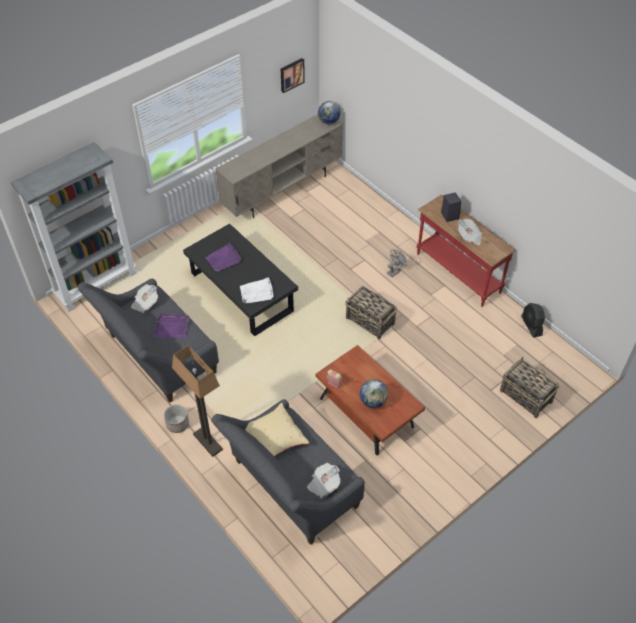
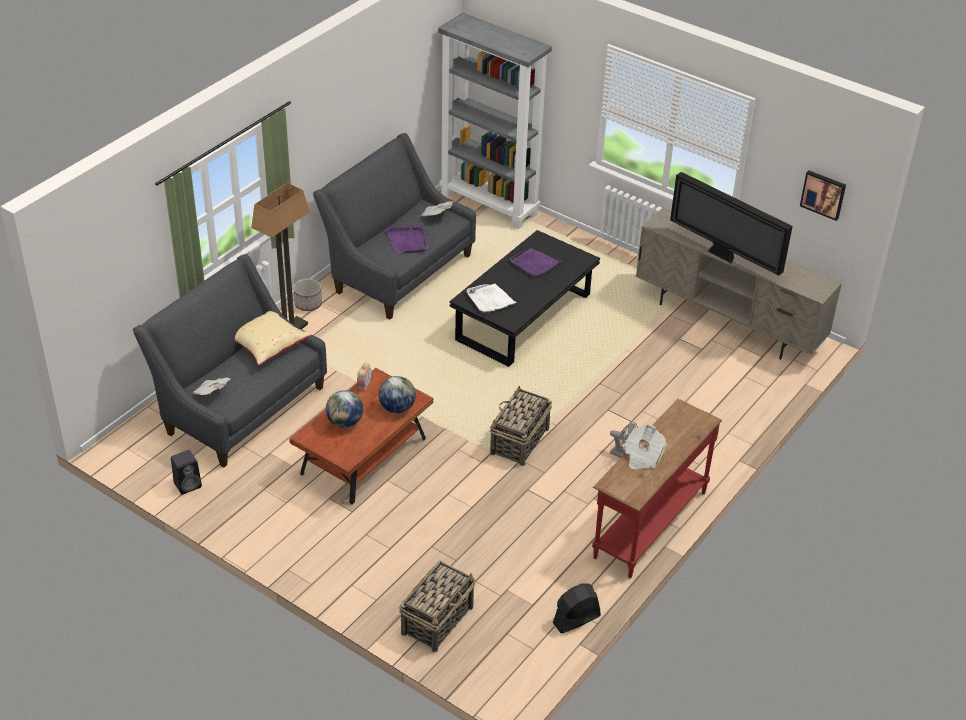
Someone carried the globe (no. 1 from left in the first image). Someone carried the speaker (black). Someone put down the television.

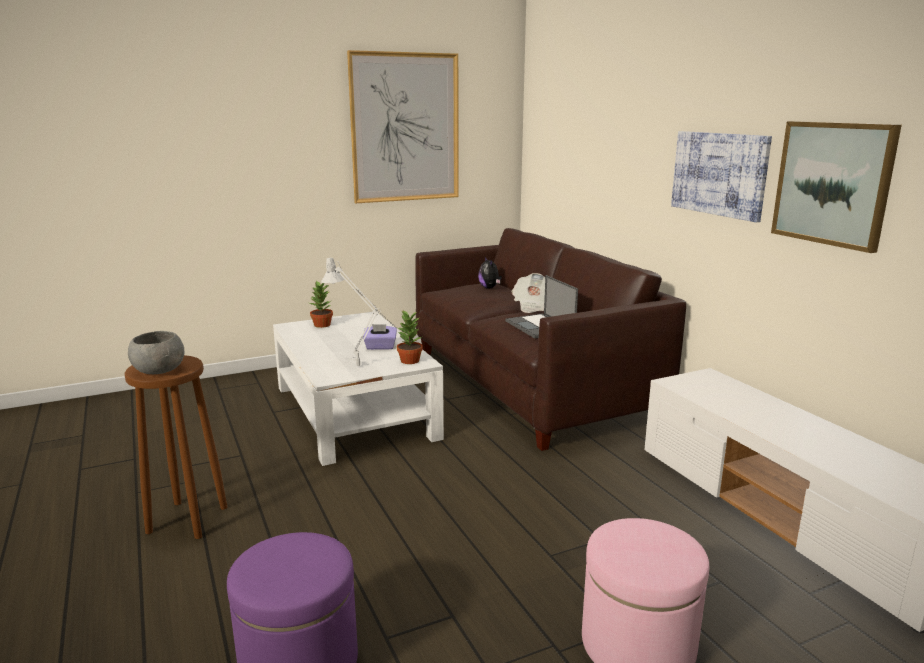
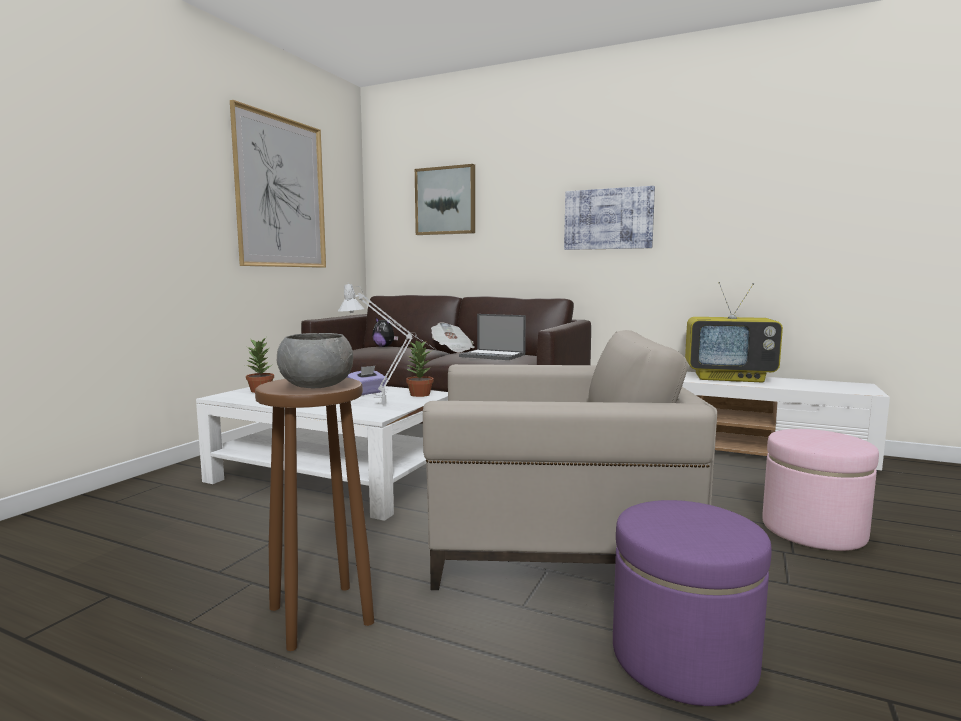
Someone carried the picture (no. 3 from left in the first image). Someone put down the television. Someone put down the armchair (beige).

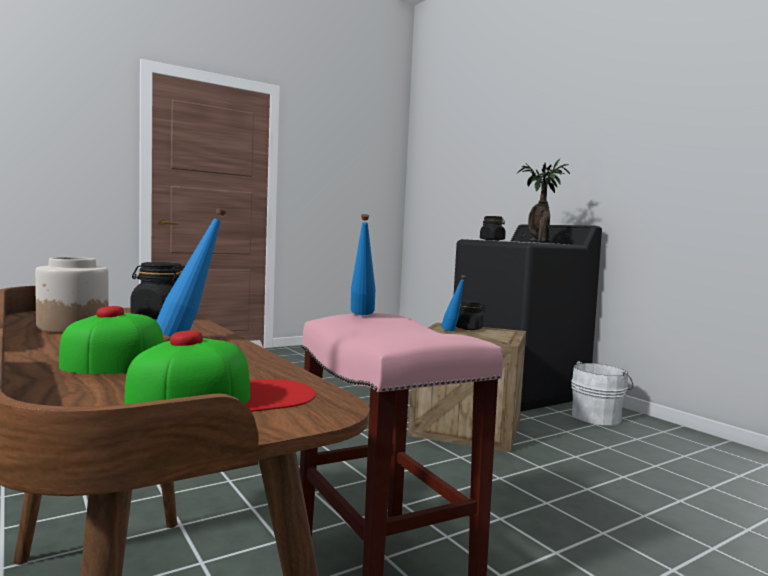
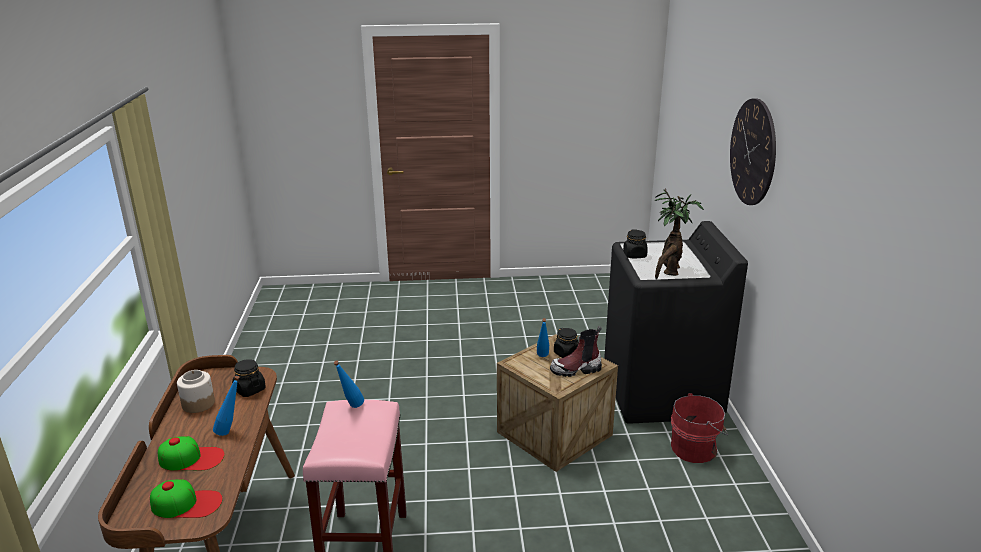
Someone repainted the bucket (white), which became the bucket (red). Someone put up the wall clock. Someone put down the boot.

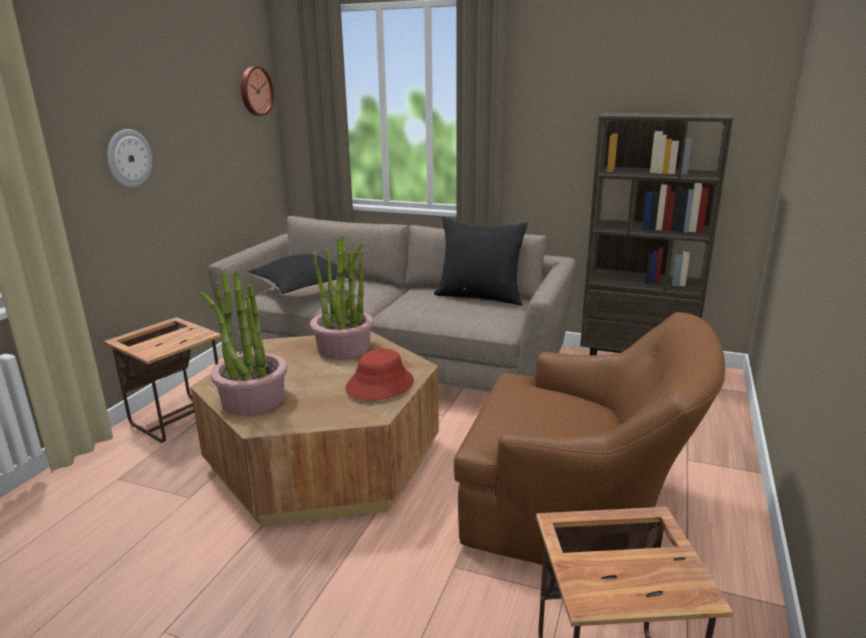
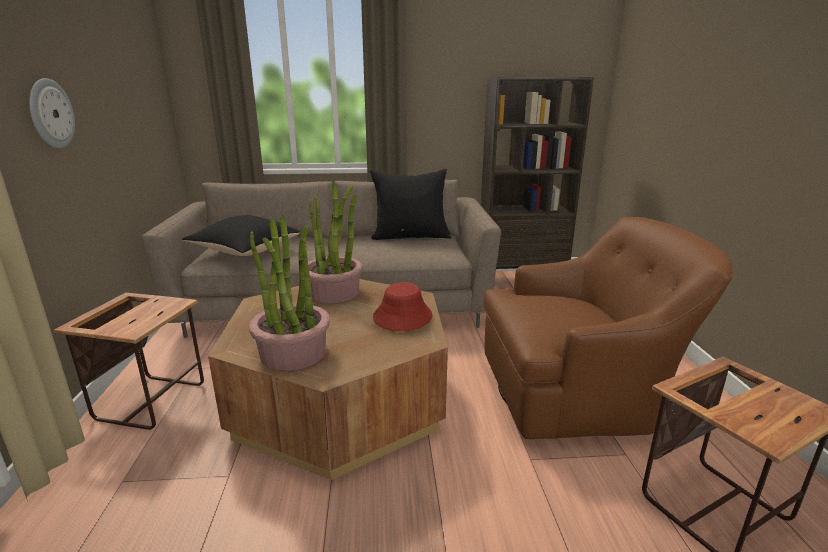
Someone took away the wall clock (no. 2 from left).

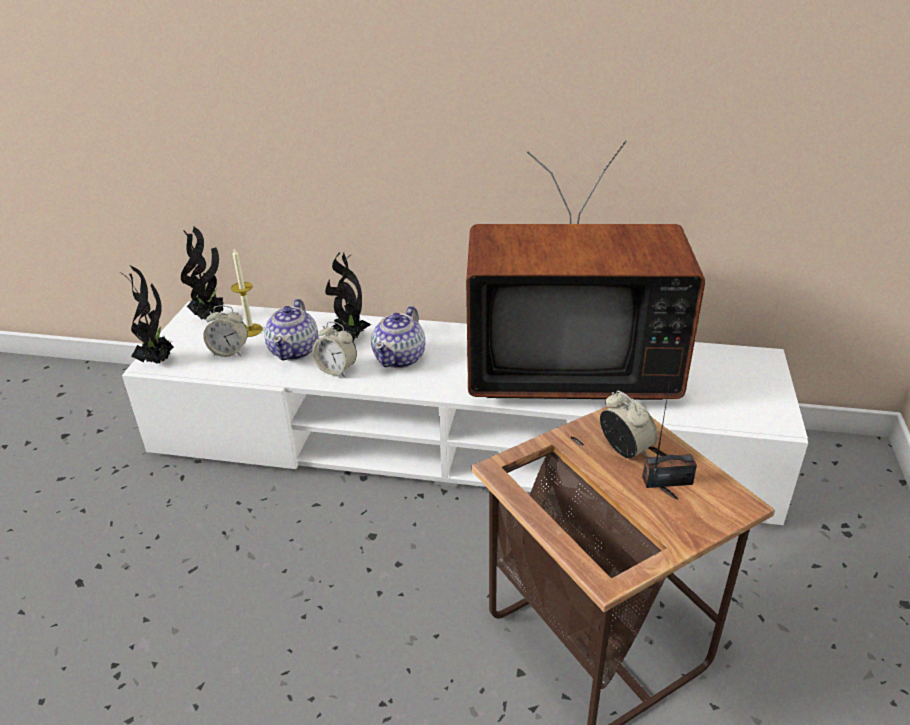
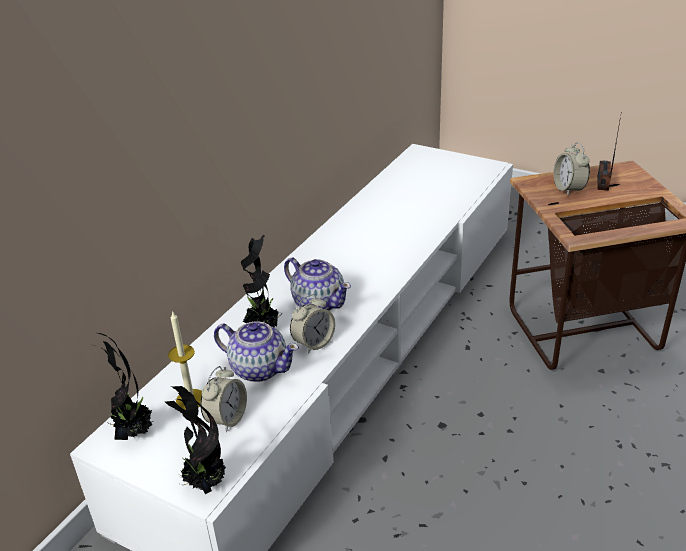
Someone took away the television. Someone rotated the alarm clock (no. 3 from left) by 90 degrees counterclockwise.

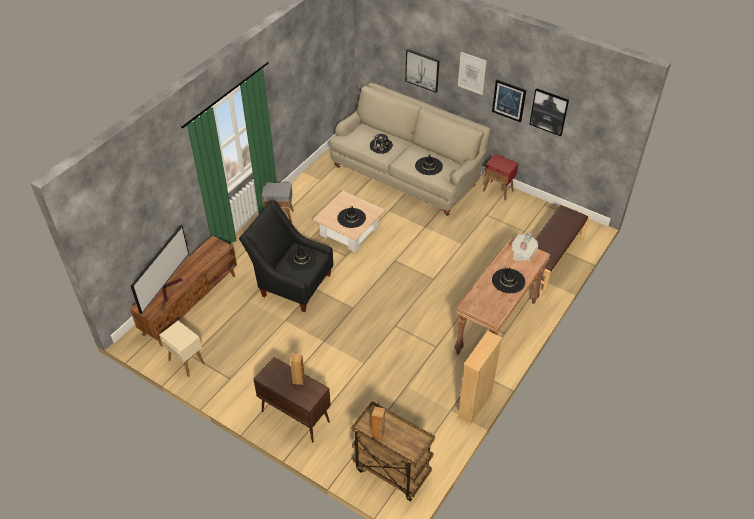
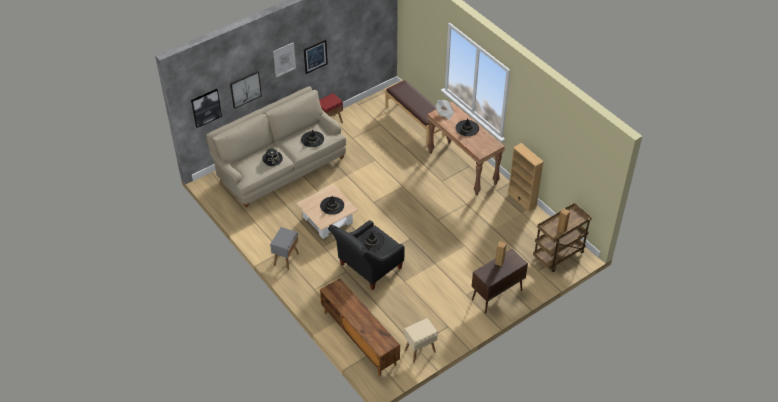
Someone carried the picture (no. 4 from left in the first image). Someone took away the television.

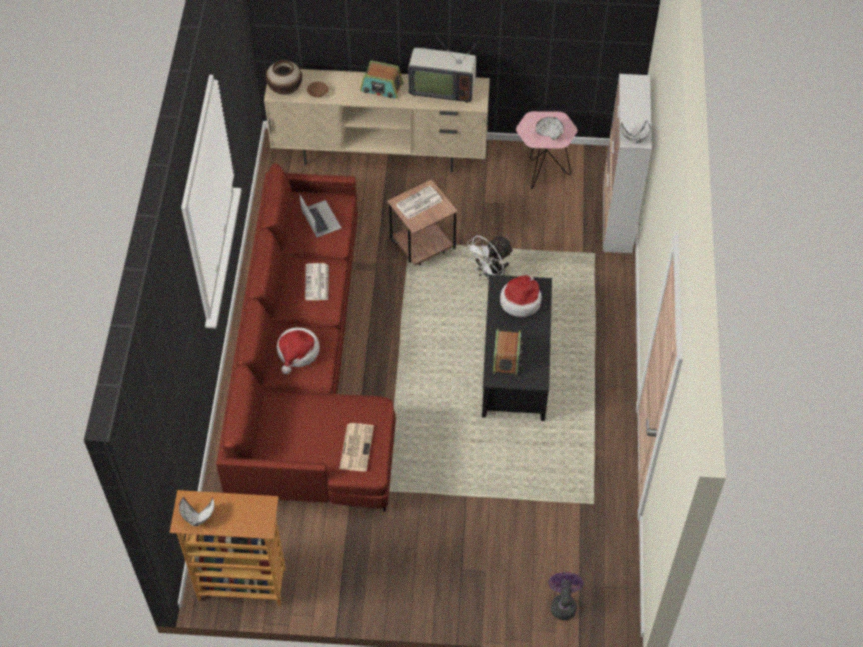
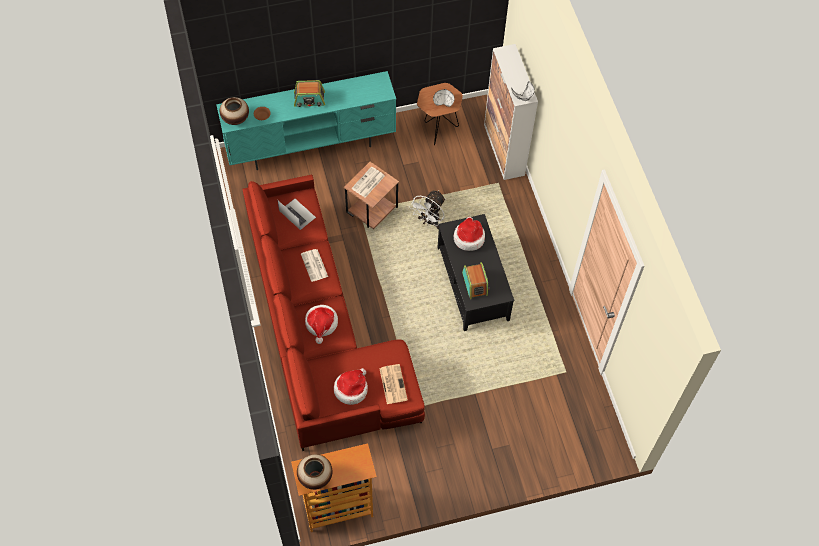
Someone took away the television. Someone repainted the tv stand (beige), which became the tv stand (turquoise). Someone repainted the side table (pink), which became the side table (brown) (no. 2 from left). Someone swapped the bowl (white) (no. 1 from left) for the vase (no. 2 from left). Someone took away the fan (purple). Someone put down the hat (no. 2 from left).

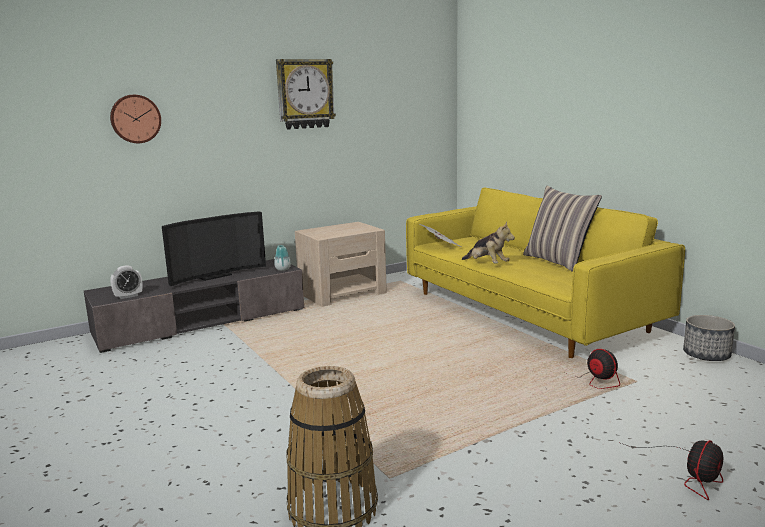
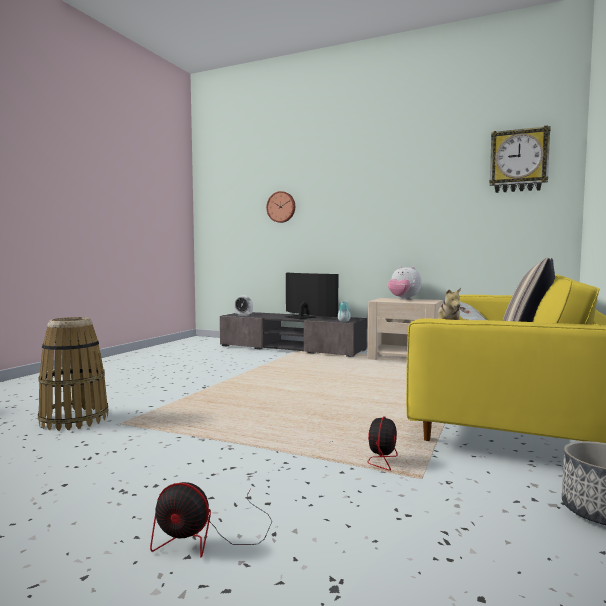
Someone carried the wall clock (no. 2 from left). Someone rotated the television by 150 degrees counterclockwise. Someone put down the plush toy (no. 1 from left).

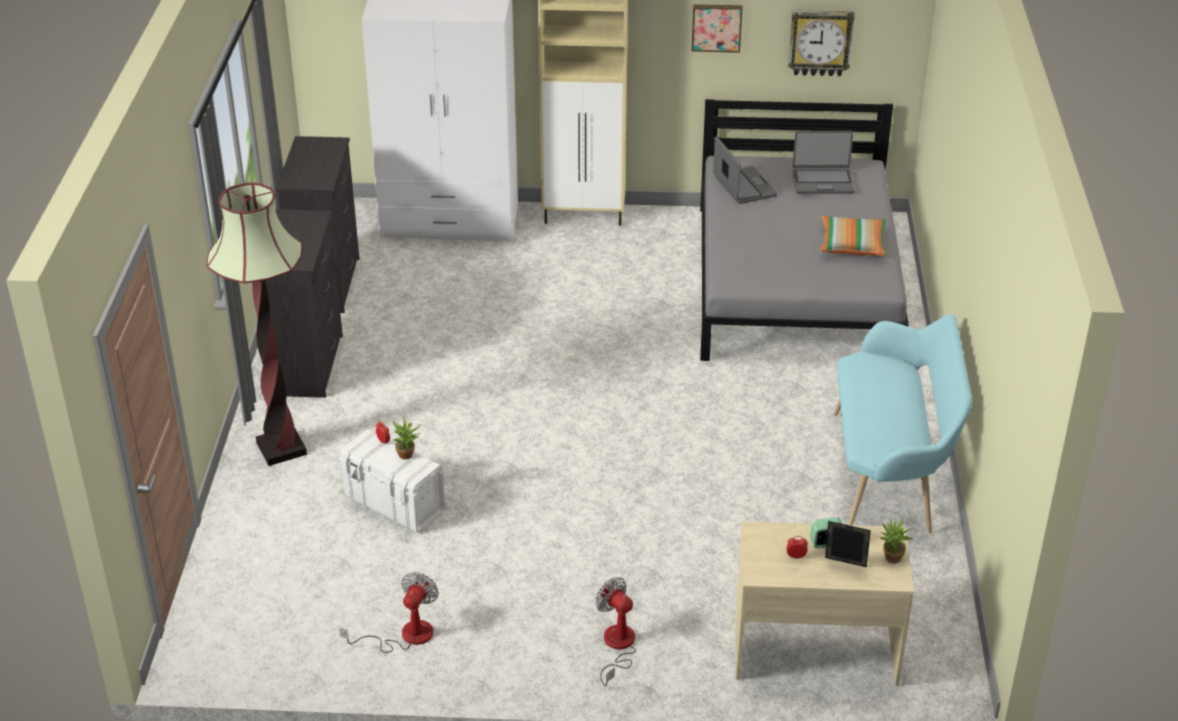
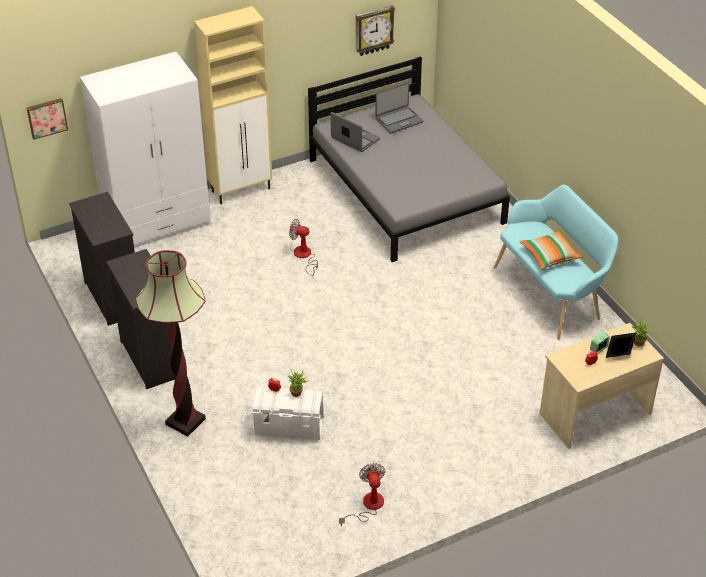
Someone carried the picture. Someone carried the pillow. Someone carried the fan (no. 2 from left in the first image).

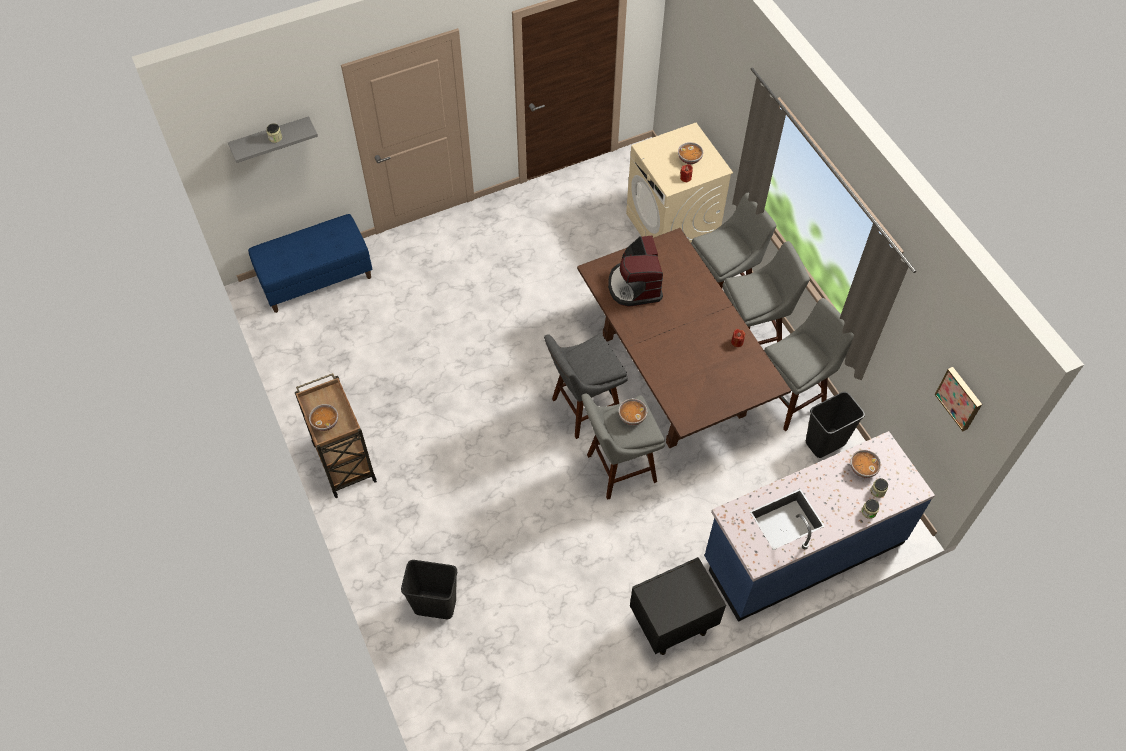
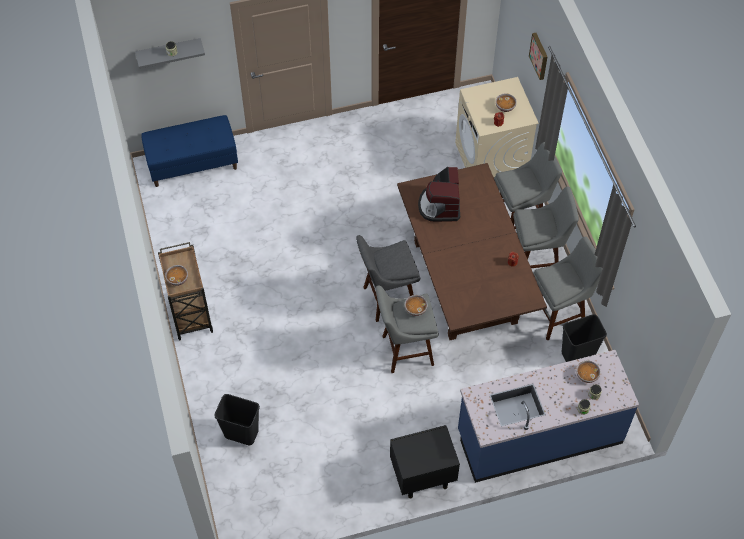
Someone carried the picture.

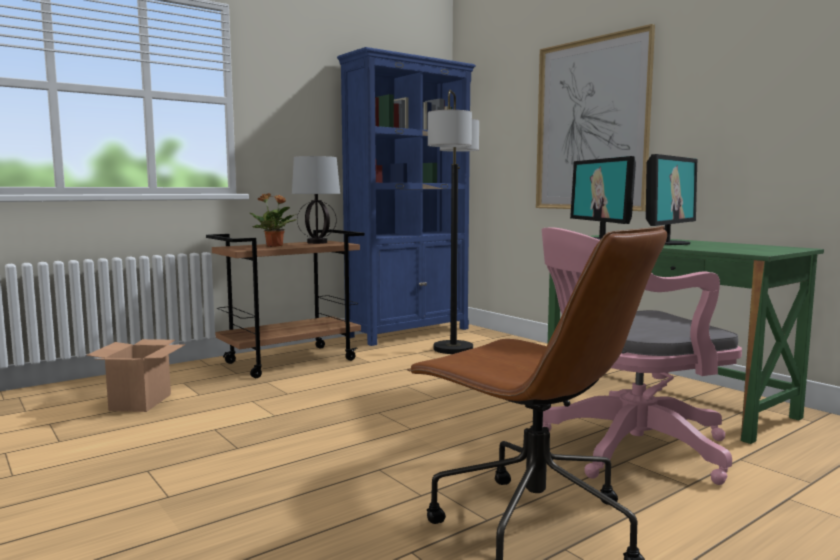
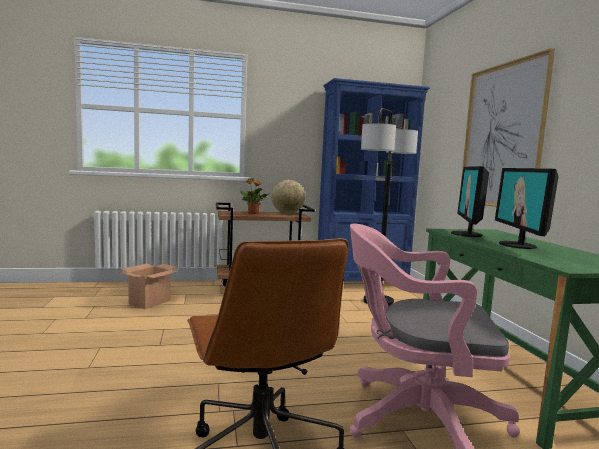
Someone rotated the monitor (no. 2 from left) by 120 degrees clockwise. Someone swapped the table lamp for the globe.

